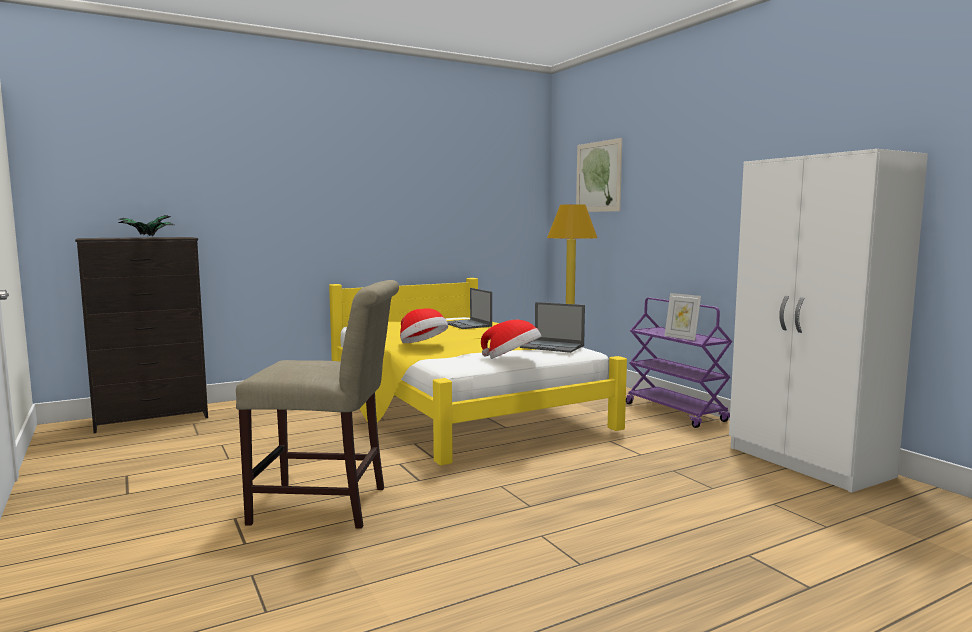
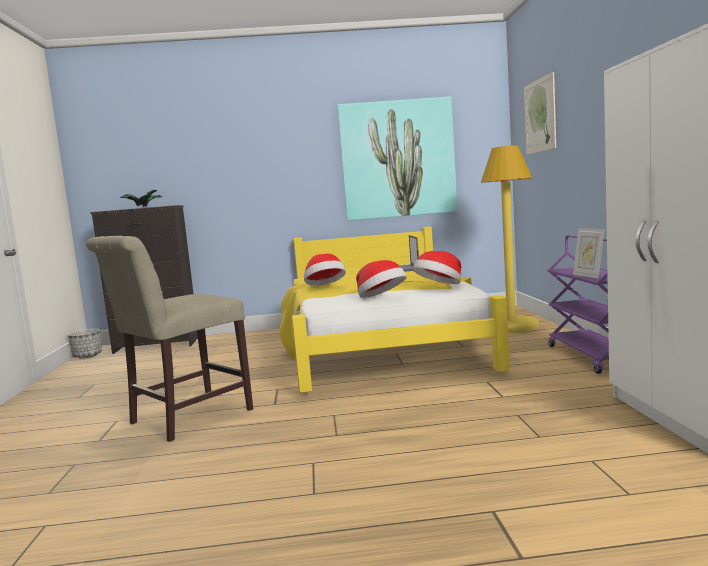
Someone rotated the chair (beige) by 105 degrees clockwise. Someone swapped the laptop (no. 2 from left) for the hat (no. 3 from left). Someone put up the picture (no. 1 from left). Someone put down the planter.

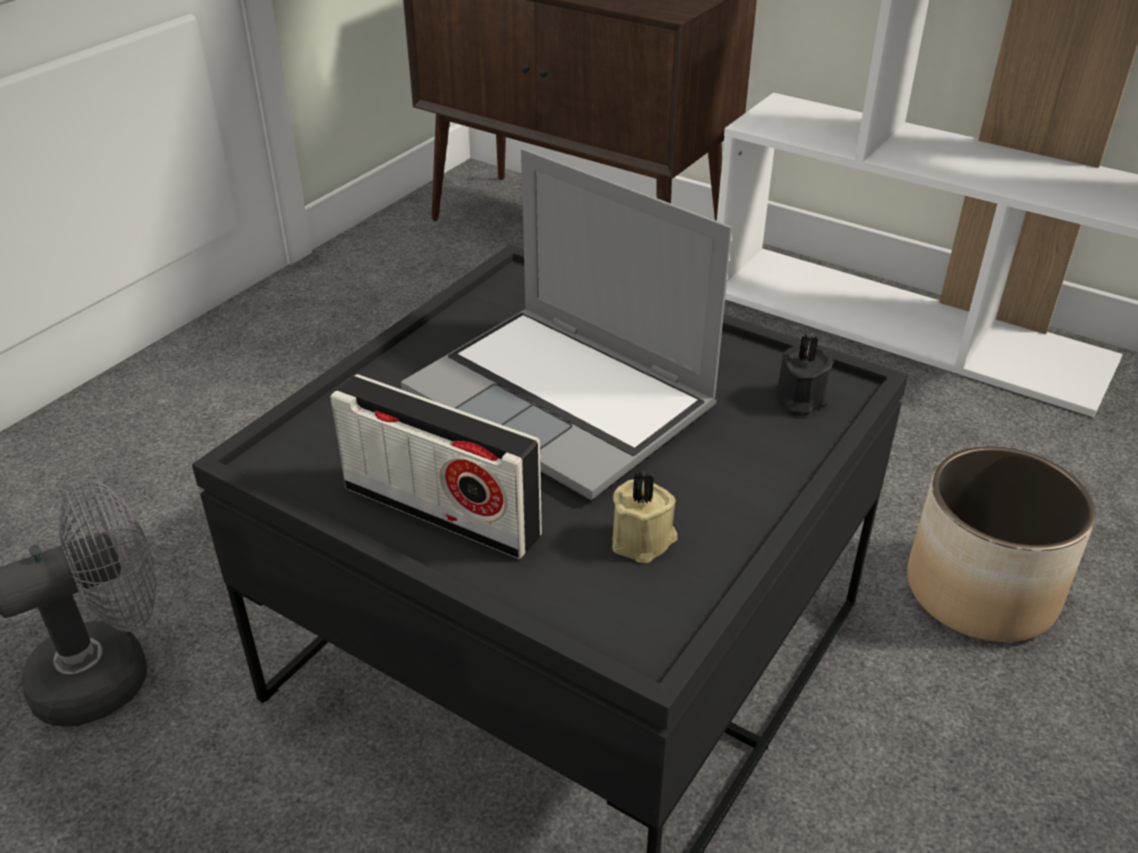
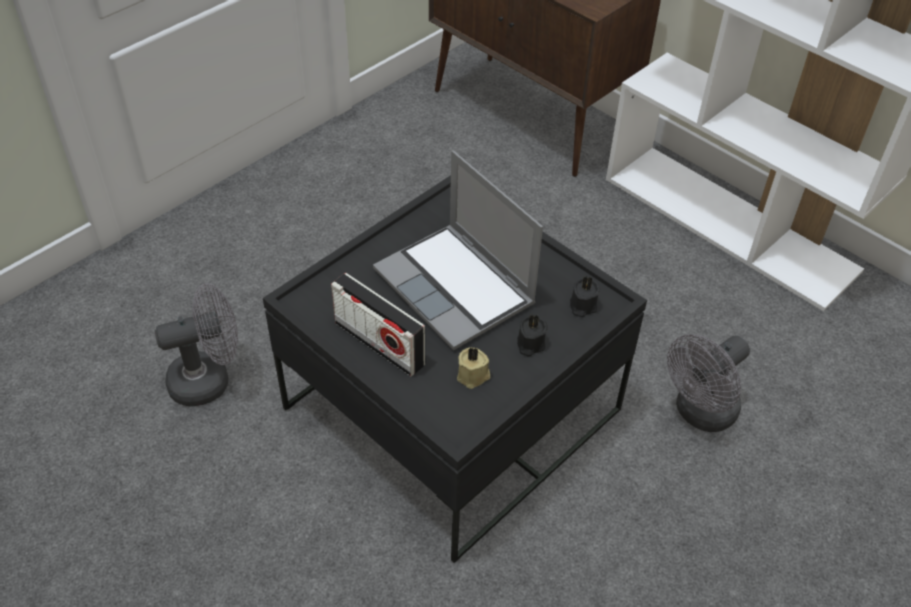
Someone swapped the planter for the fan (grey) (no. 2 from left). Someone put down the candle (black) (no. 1 from left).

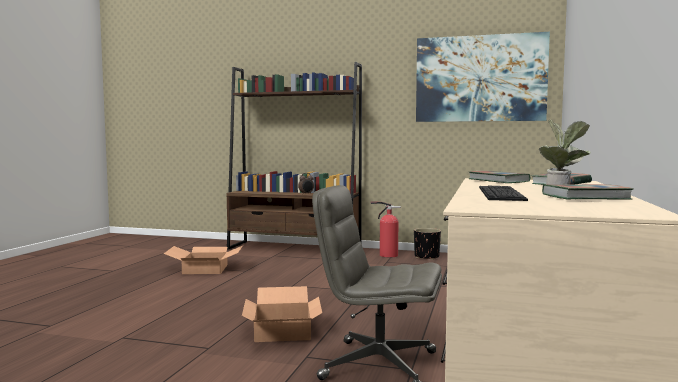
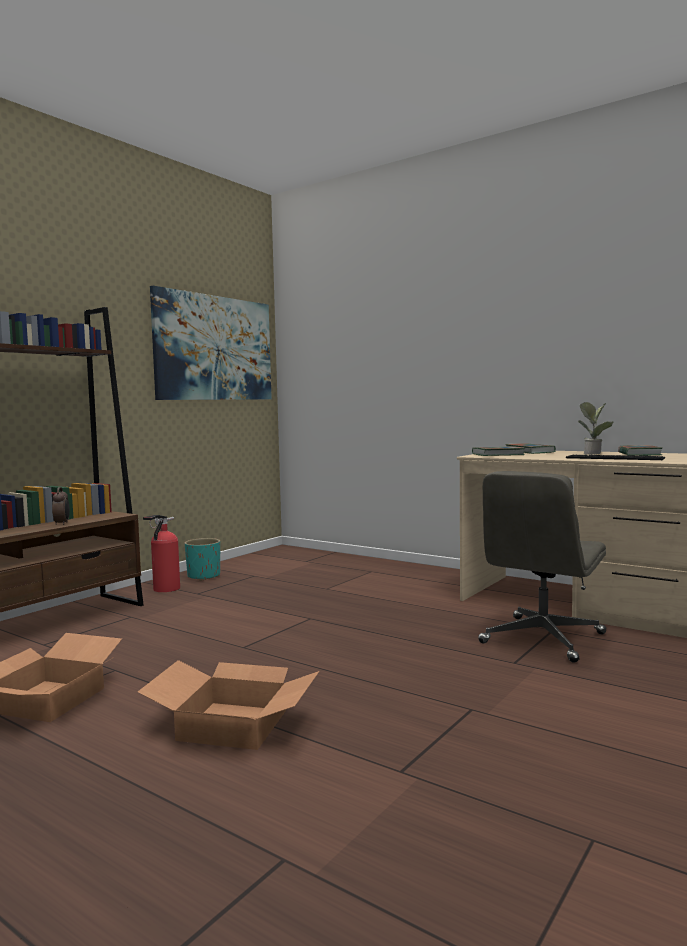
Someone repainted the planter (black), which became the planter (turquoise). Someone carried the cardboard box (no. 2 from left).

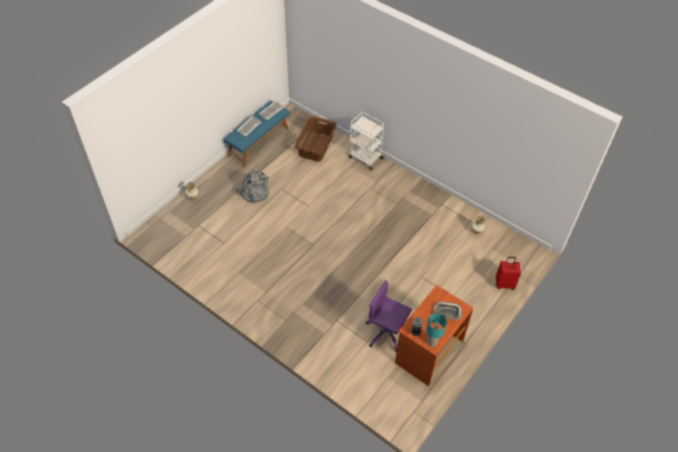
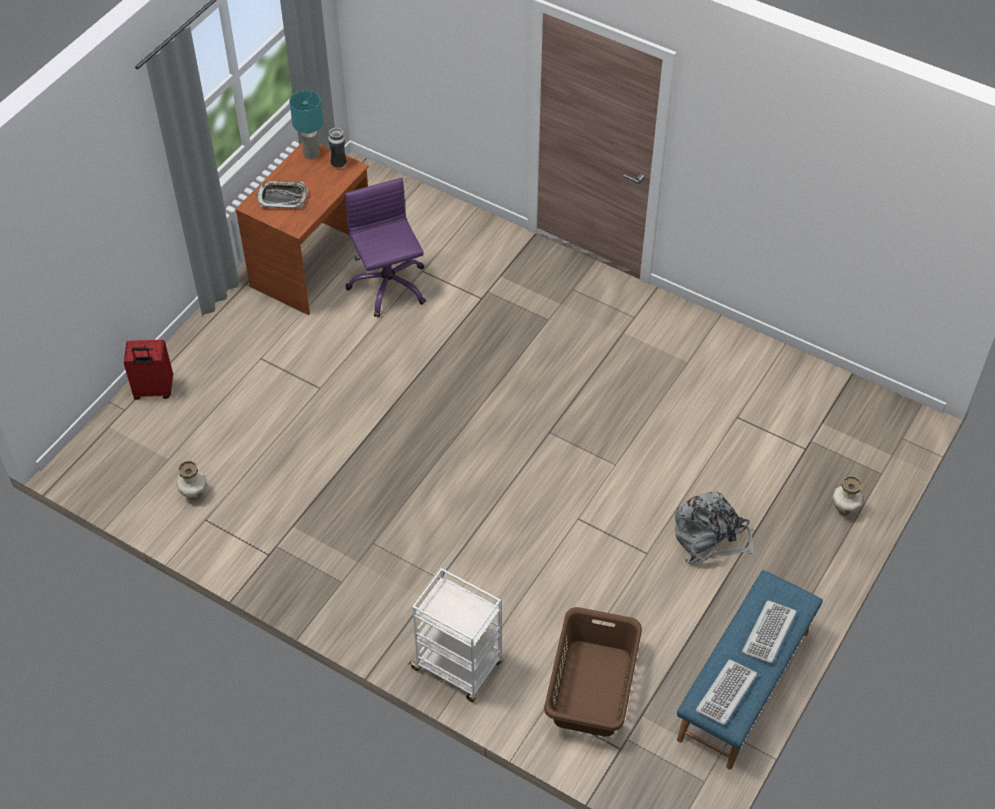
Someone rotated the office chair (purple) by 135 degrees counterclockwise.

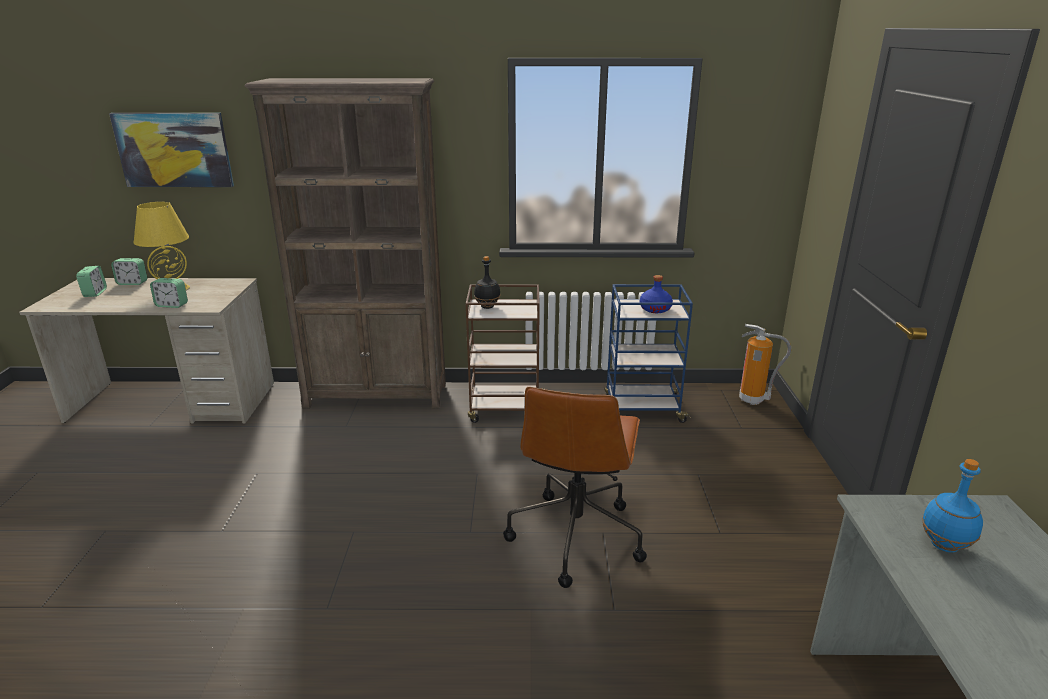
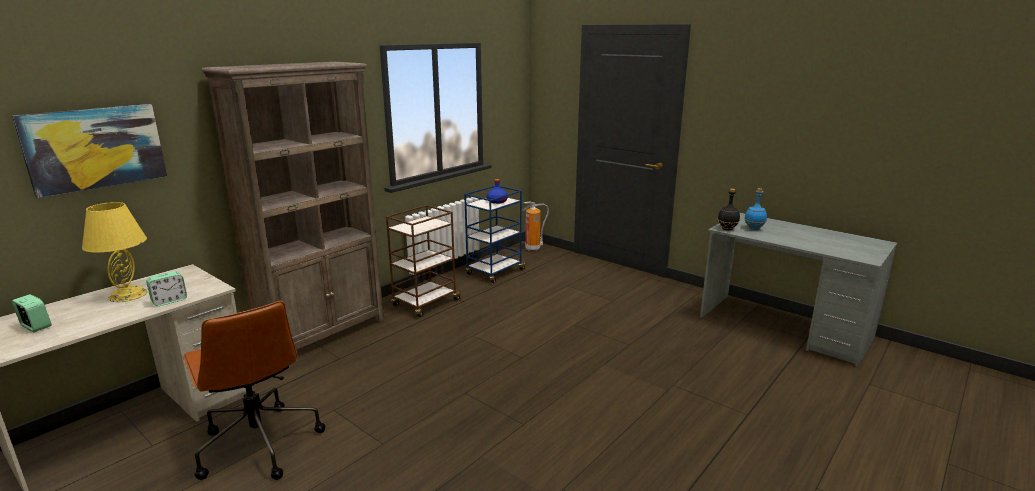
Someone carried the bottle (black). Someone took away the alarm clock (no. 2 from left). Someone carried the office chair (brown).

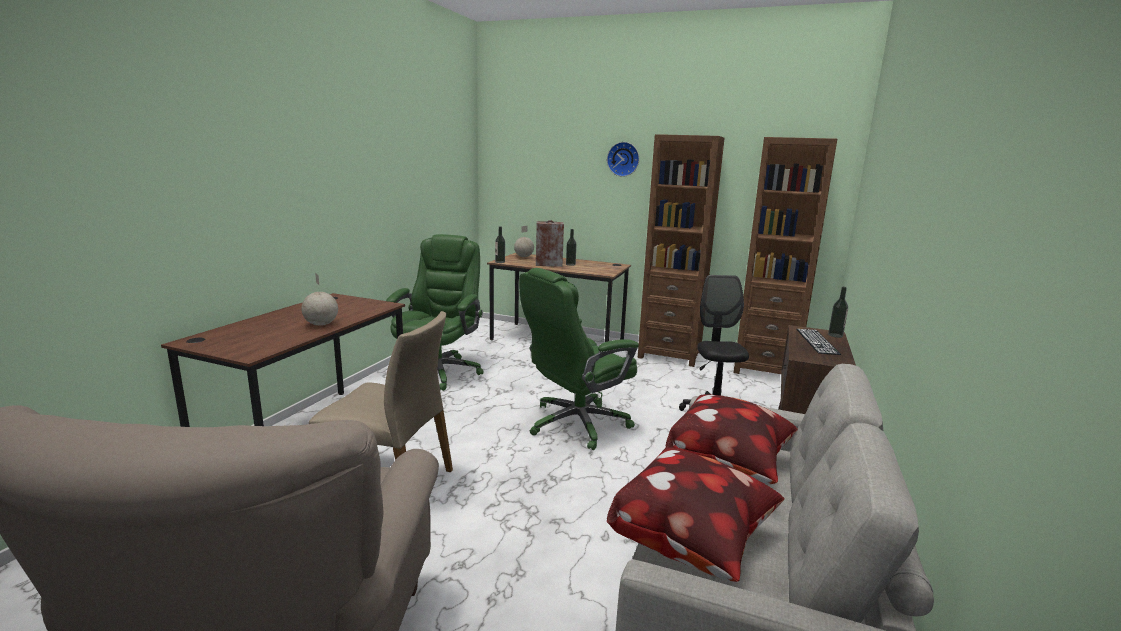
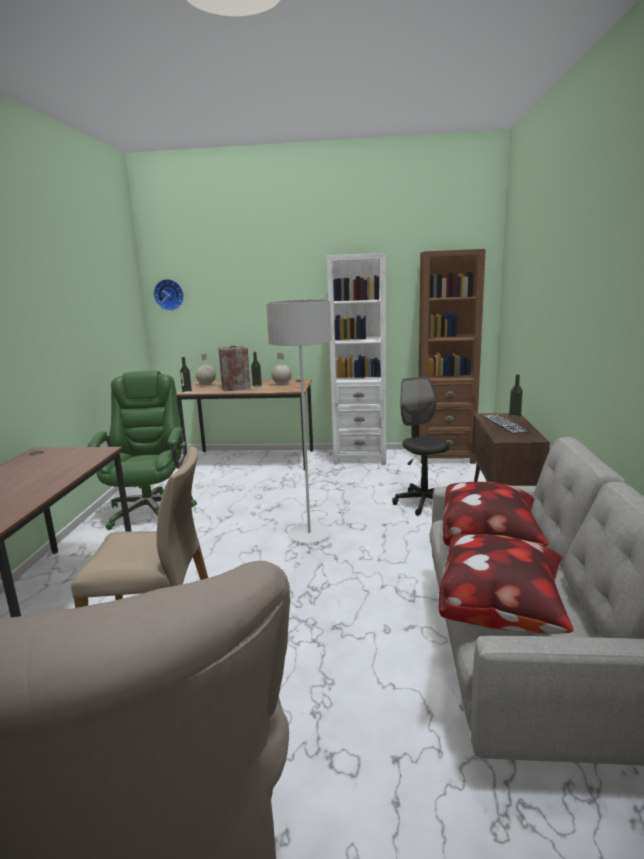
Someone repainted the bookcase (brown) (no. 1 from left), which became the bookcase (white). Someone carried the wall clock. Someone swapped the office chair (green) (no. 2 from left) for the floor lamp (grey). Someone carried the globe (no. 1 from left in the first image).

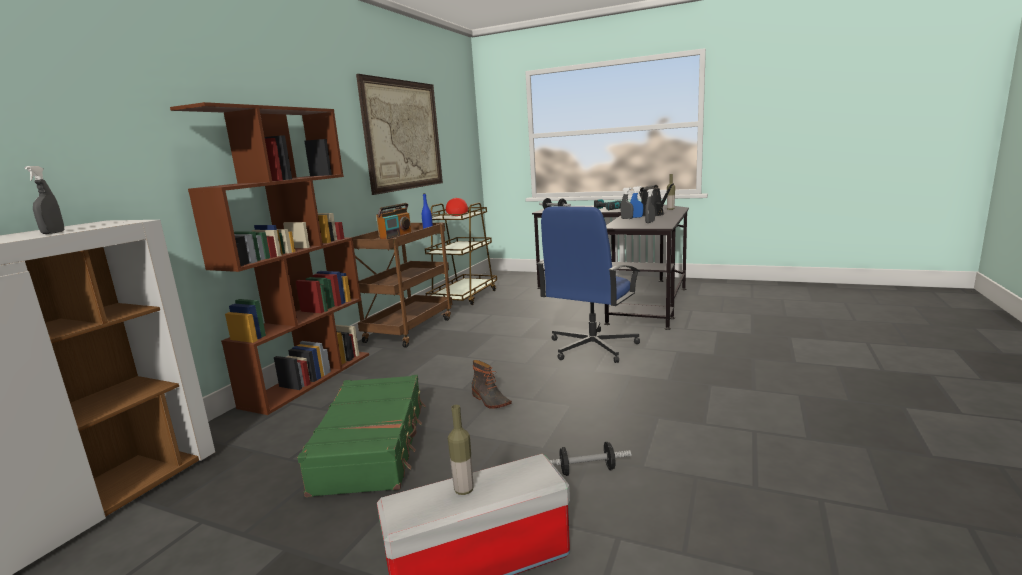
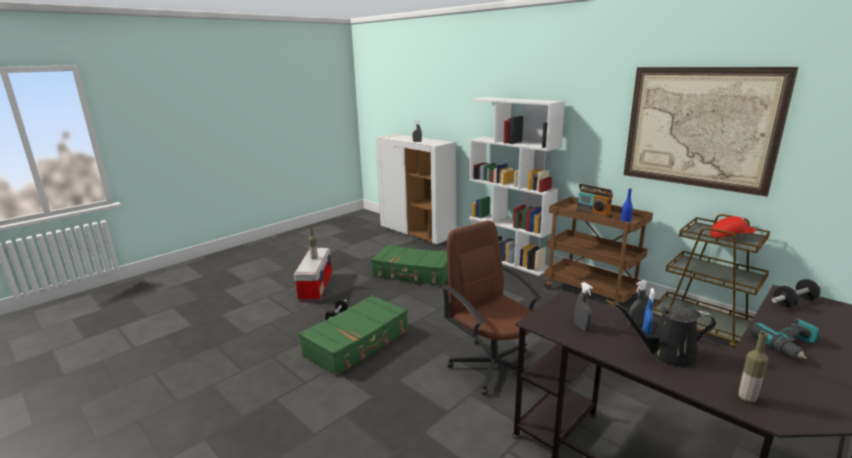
Someone repainted the bookcase (brown), which became the bookcase (white). Someone repainted the office chair (blue), which became the office chair (brown). Someone took away the boot. Someone put down the suitcase (green) (no. 1 from left).

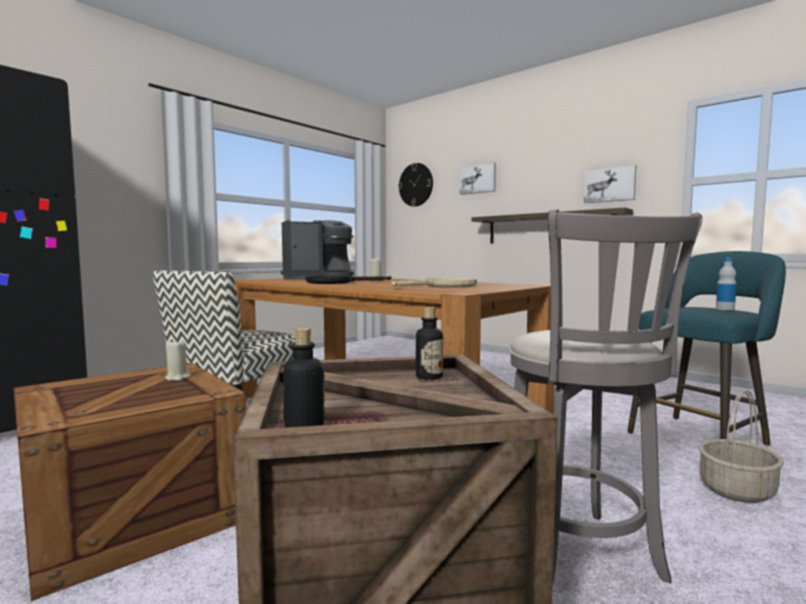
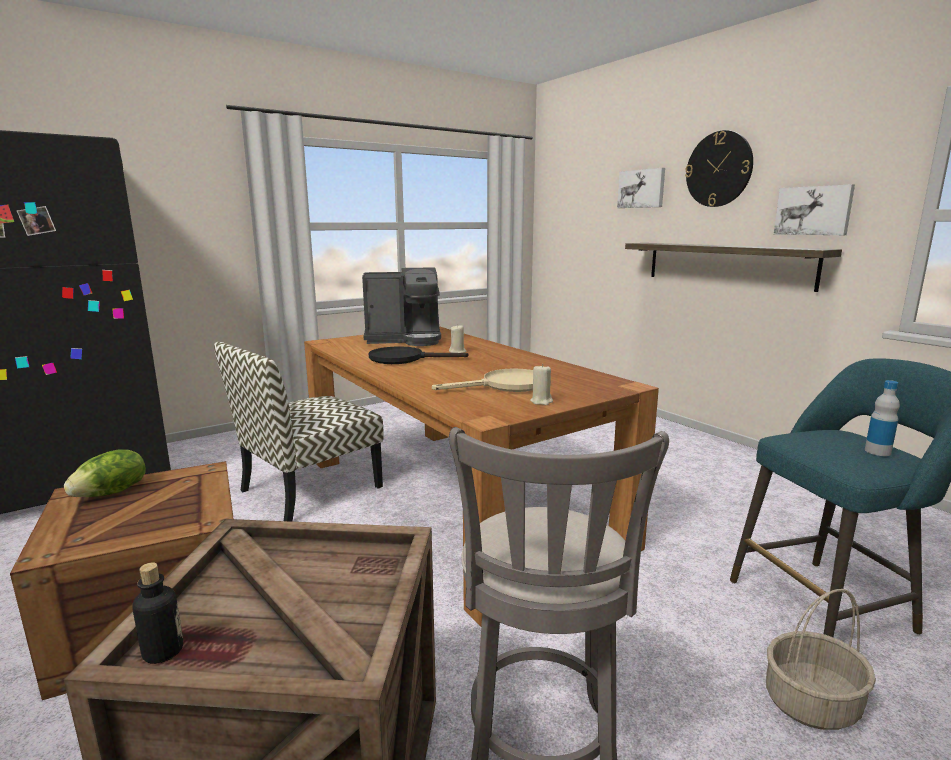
Someone carried the wall clock. Someone took away the bottle (no. 2 from left). Someone carried the candle (beige) (no. 1 from left in the first image). Someone put down the lettuce.

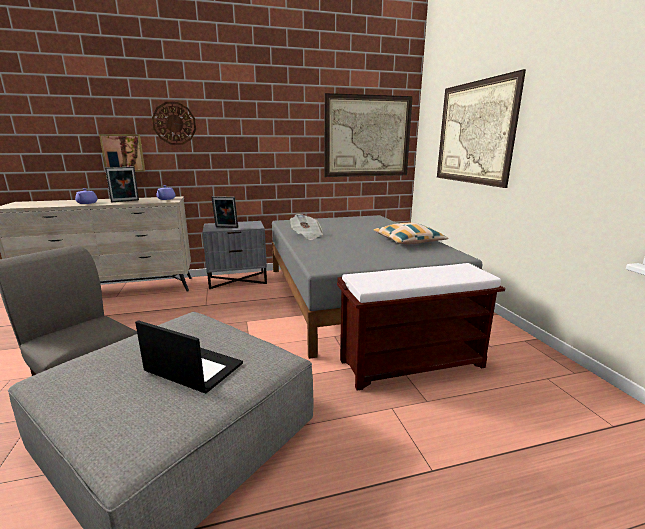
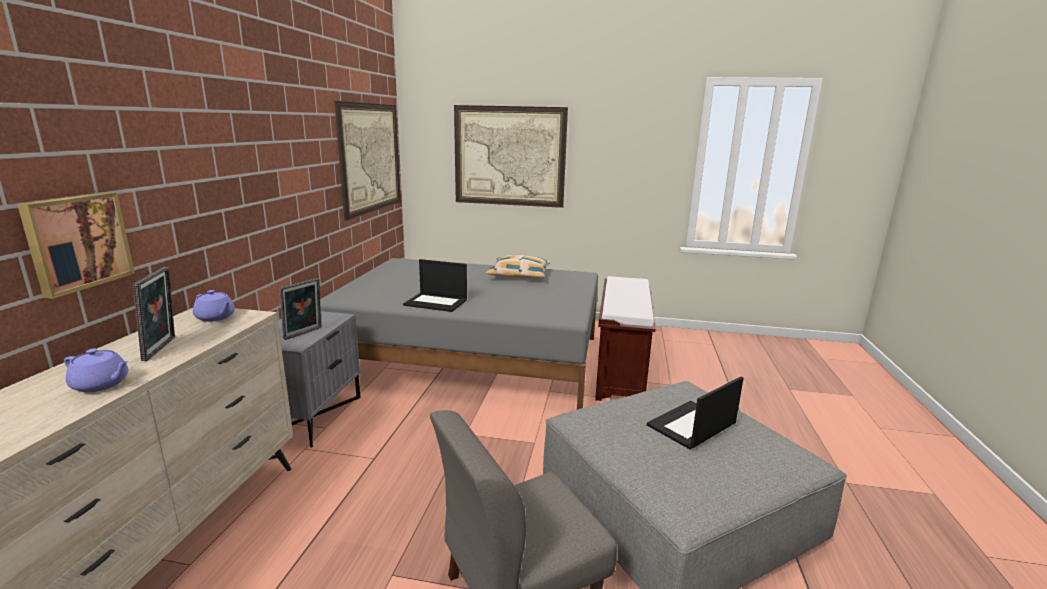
Someone took away the wall clock. Someone swapped the newspaper for the laptop (no. 1 from left).

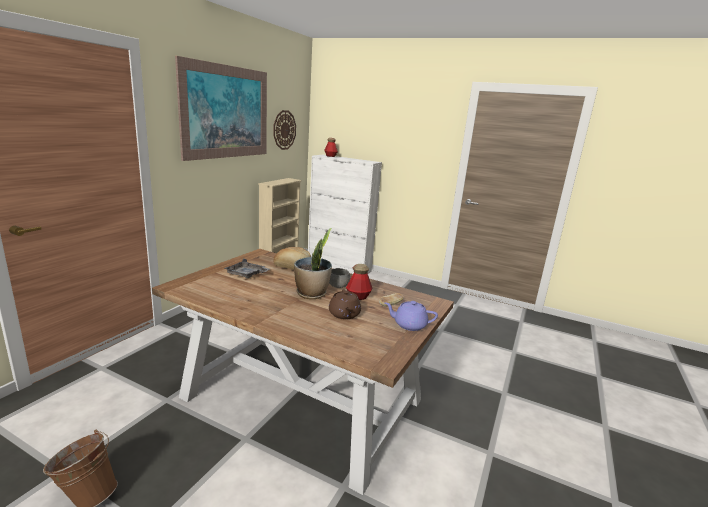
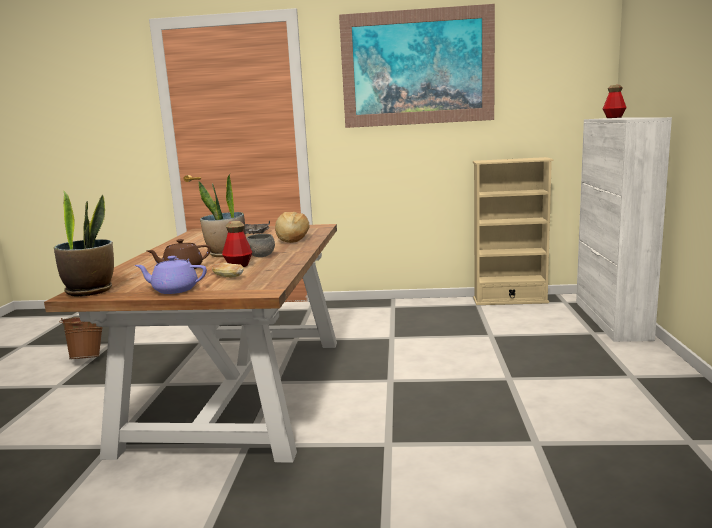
Someone took away the wall clock. Someone rotated the teapot (purple) by 75 degrees counterclockwise. Someone put down the potted plant (no. 1 from left).

